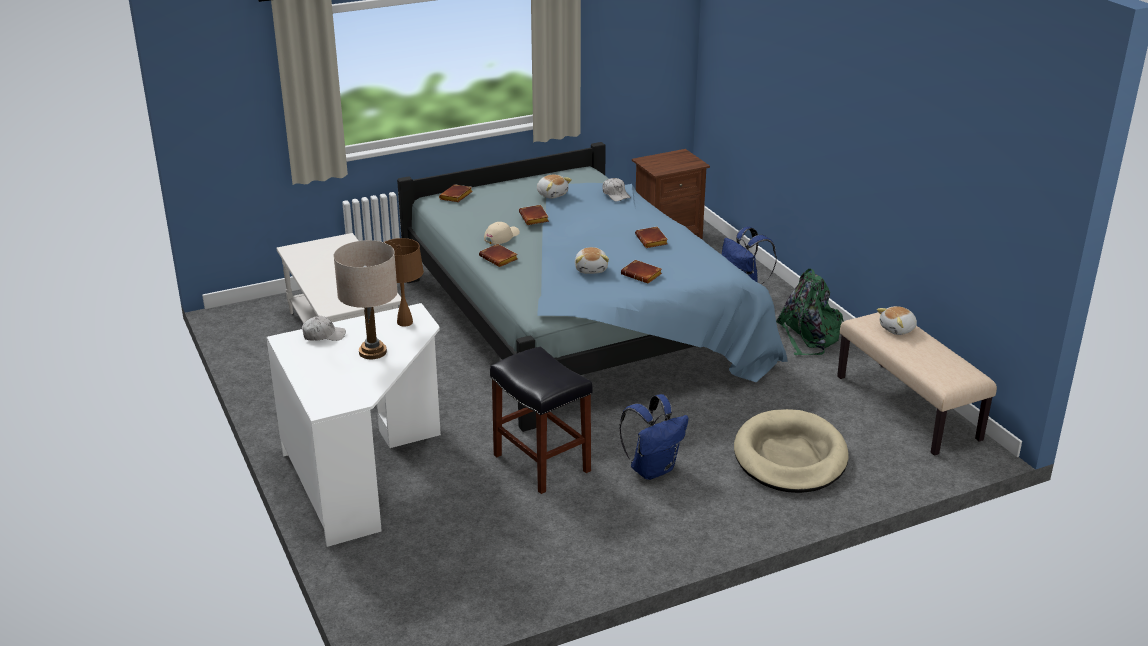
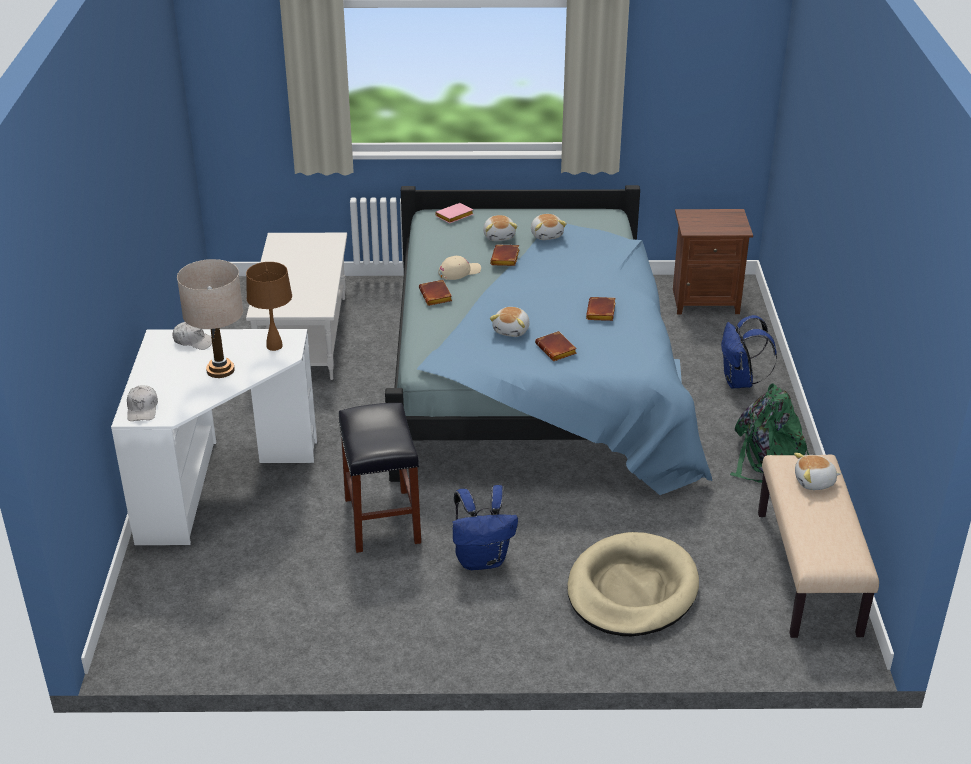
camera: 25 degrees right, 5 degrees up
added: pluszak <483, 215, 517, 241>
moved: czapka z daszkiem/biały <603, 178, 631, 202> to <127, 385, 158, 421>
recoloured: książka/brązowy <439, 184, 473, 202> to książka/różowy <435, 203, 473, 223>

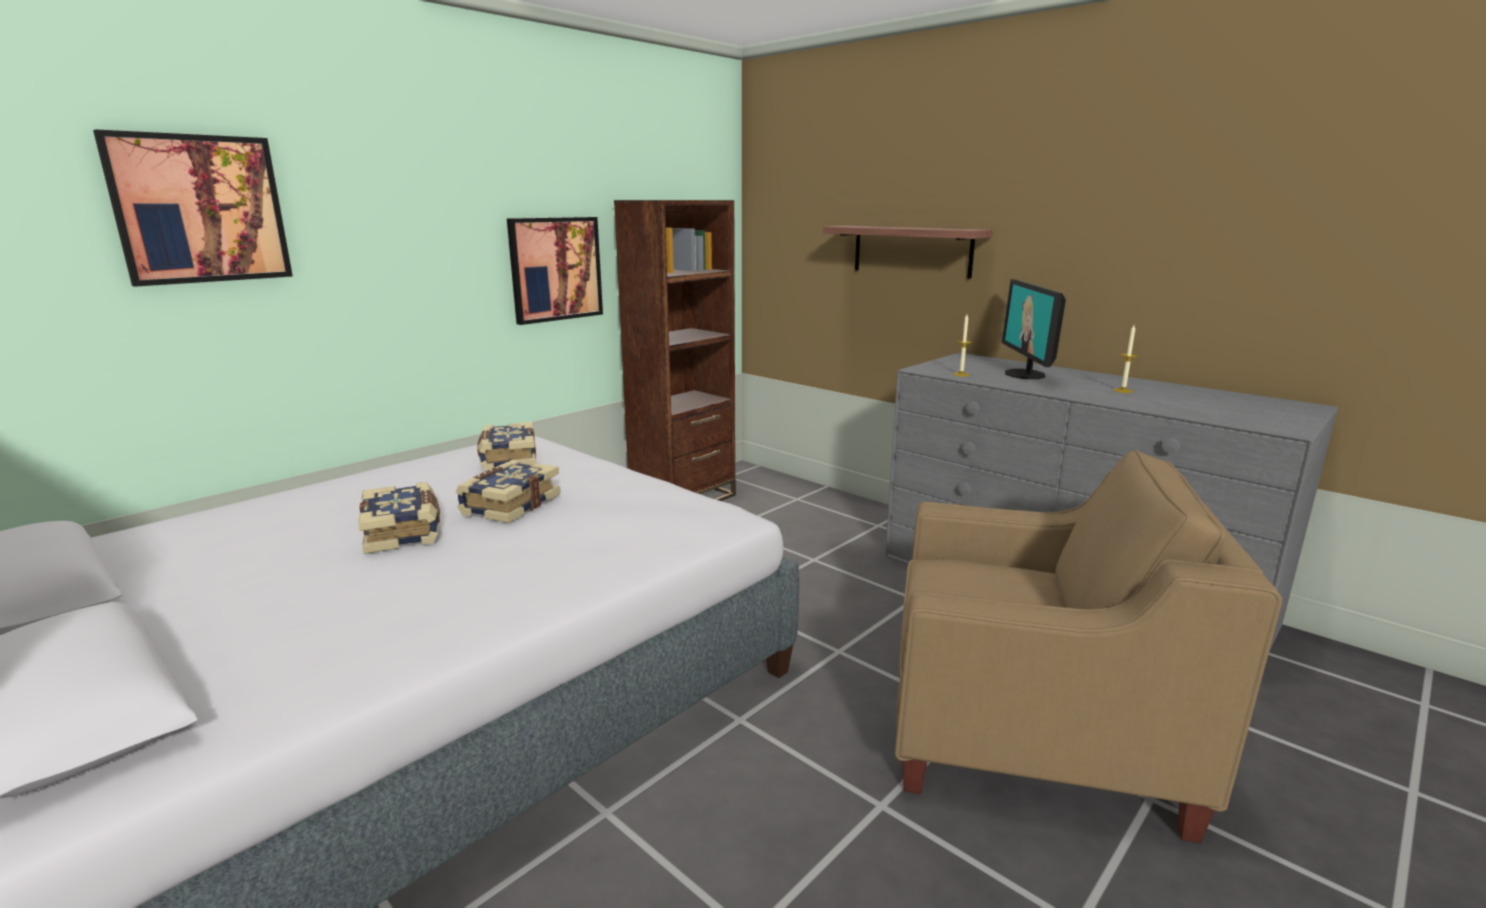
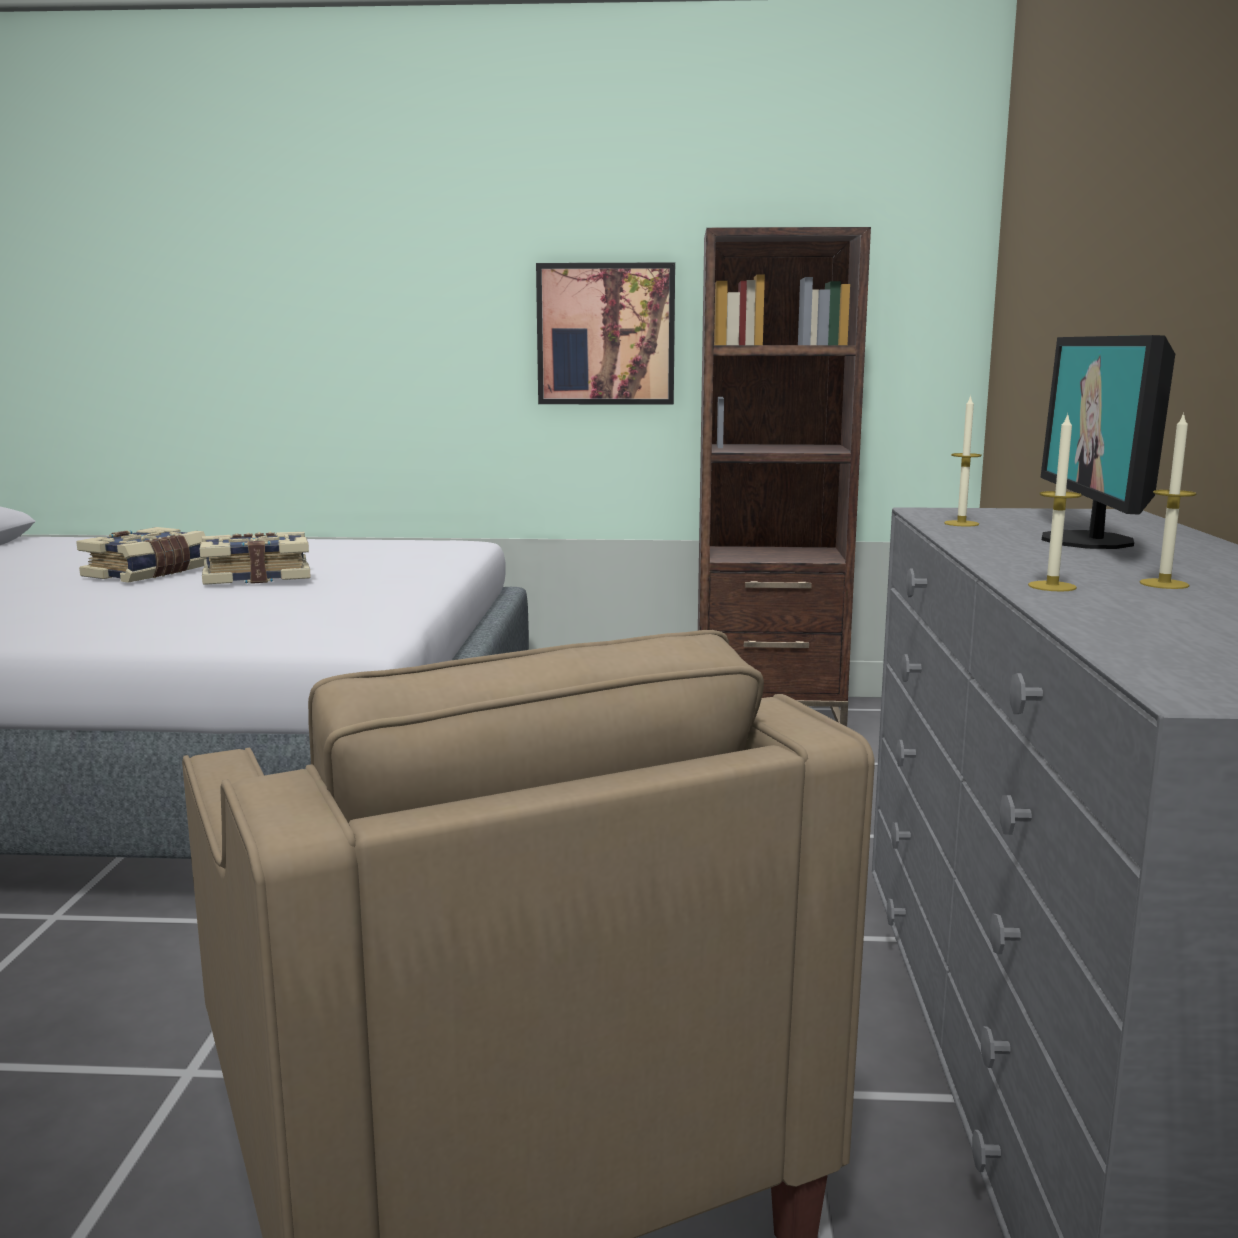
camera: 50 degrees right, 5 degrees down
removed: obraz <93, 129, 293, 287>; książka <477, 422, 536, 470>; półka <823, 226, 993, 279>
added: świeca <1028, 413, 1082, 592>
turned: monitor <1002, 279, 1066, 379> = <1040, 335, 1175, 549> 45 degrees counterclockwise

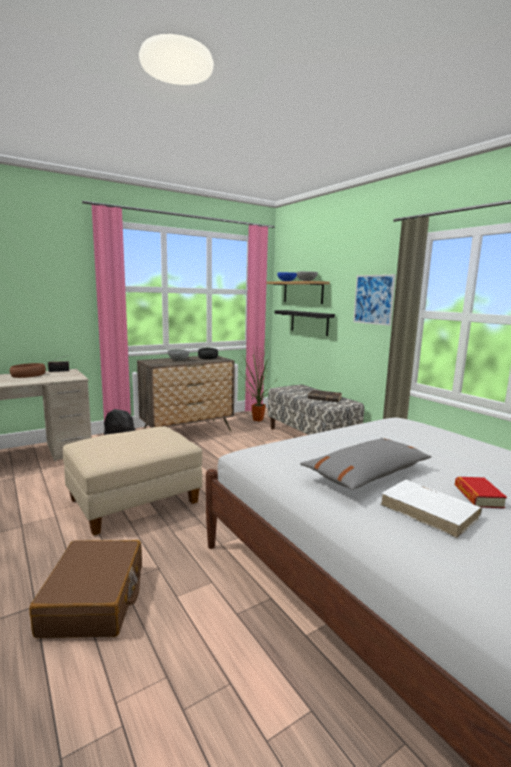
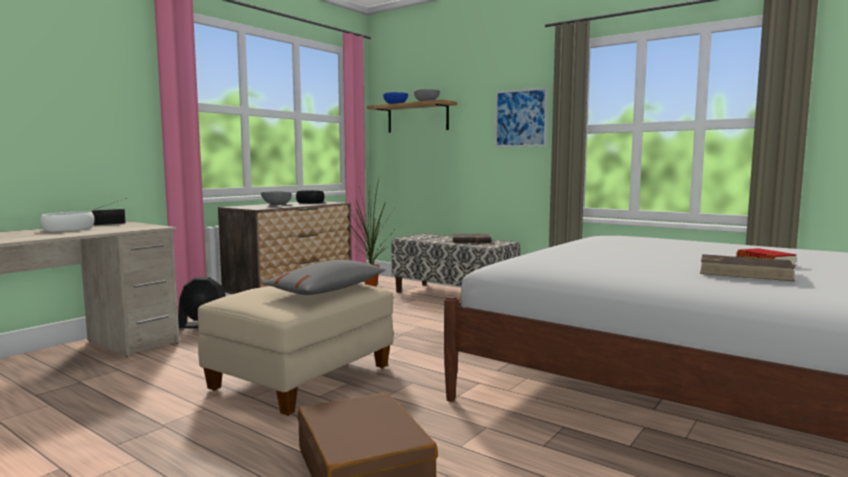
camera: 20 degrees left, 5 degrees down
removed: półka/czarny <274, 310, 335, 336>
moved: poduszka/szary <300, 438, 432, 490> to <261, 260, 385, 295>
recoloured: miska/brązowy <10, 363, 46, 378> to miska/biały <40, 212, 95, 232>; książka/biały <381, 480, 482, 538> to książka/brązowy <700, 254, 796, 281>

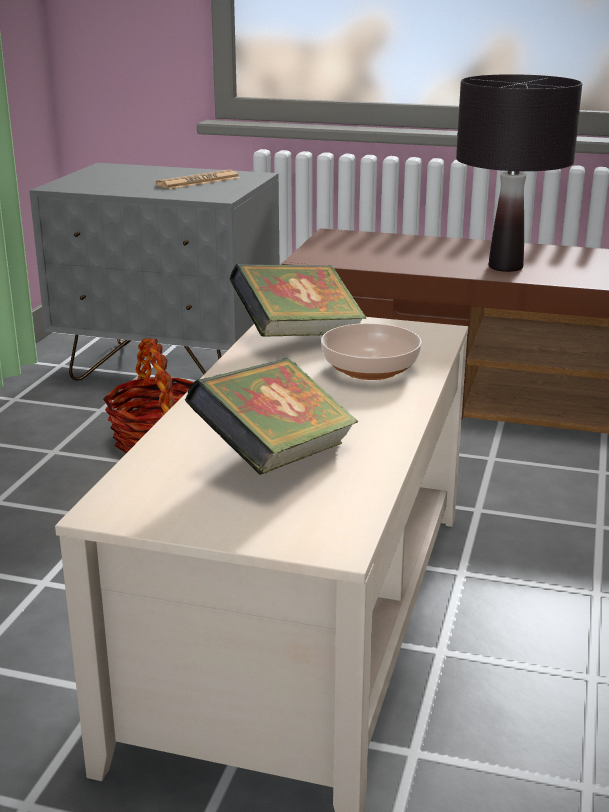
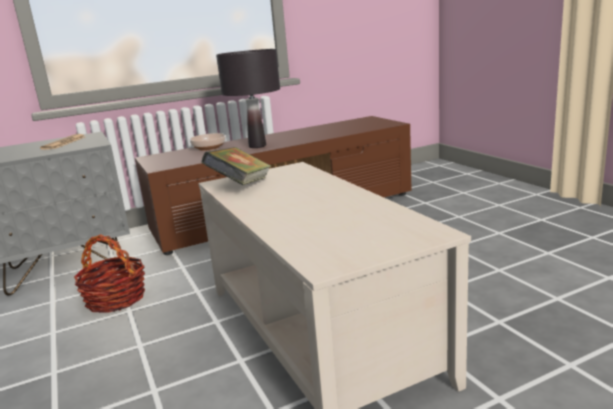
camera: 40 degrees left, 5 degrees down
removed: książka <185, 358, 358, 475>
moved: miska <321, 323, 422, 380> to <189, 133, 226, 151>

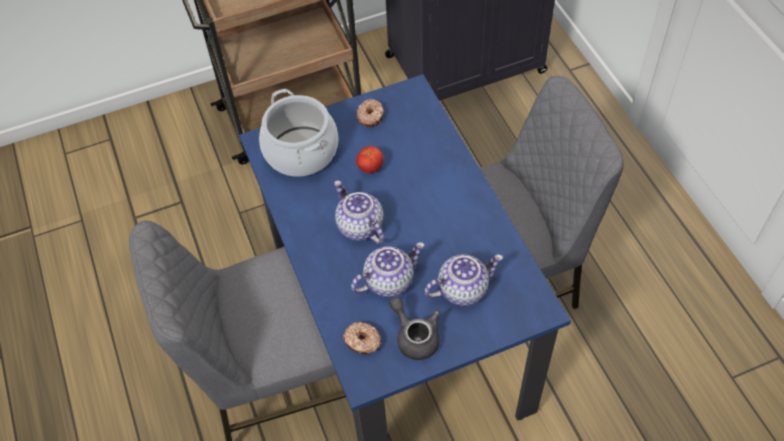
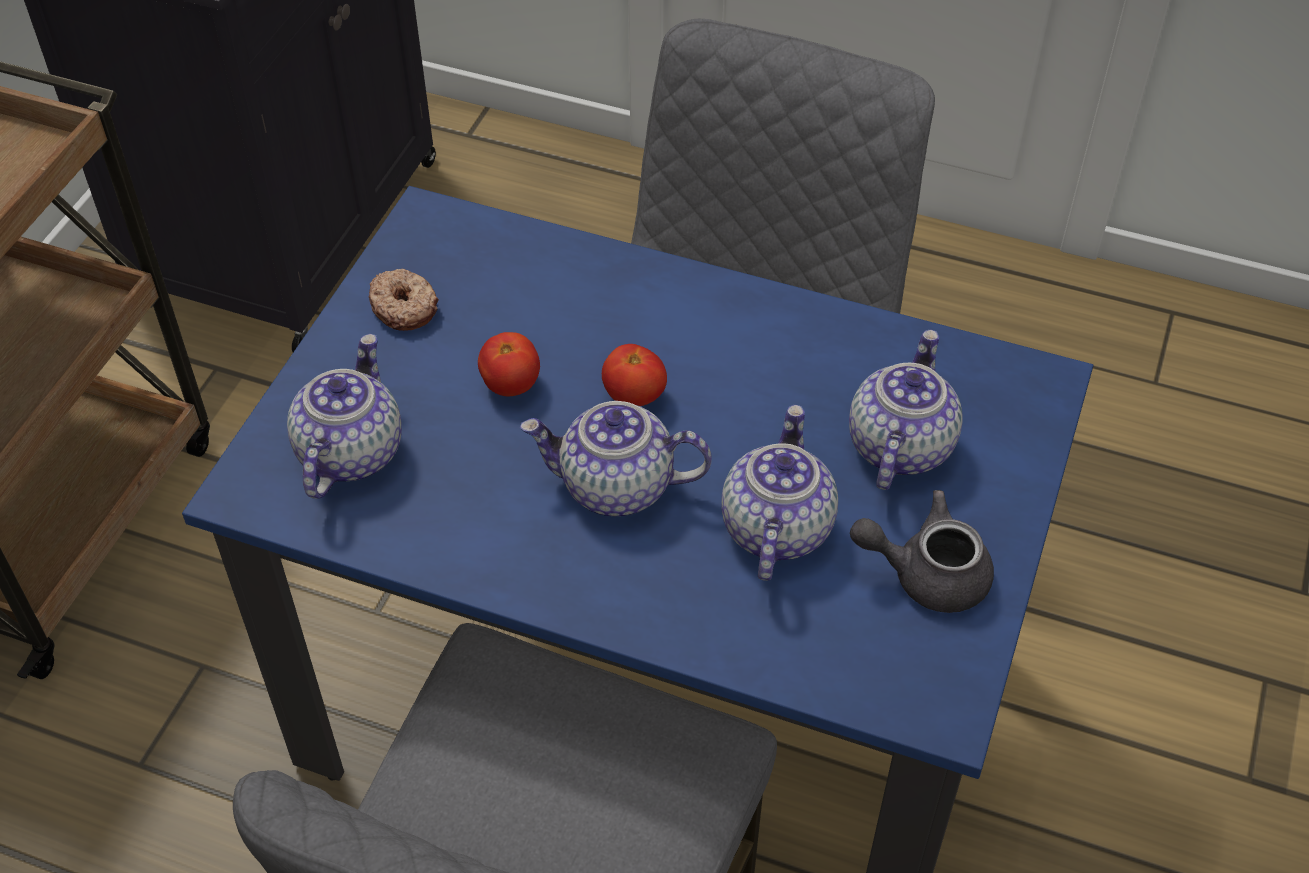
camera: 50 degrees left, 5 degrees down
removed: donut <343, 322, 381, 354>
added: pomidor <602, 344, 667, 406>
replaced: garnek <259, 89, 338, 176> to imbryk <287, 334, 402, 499>

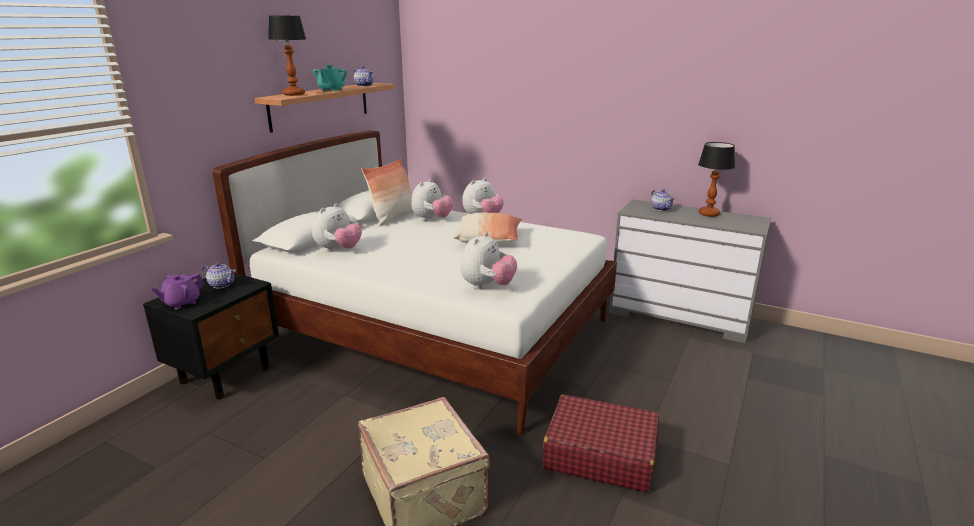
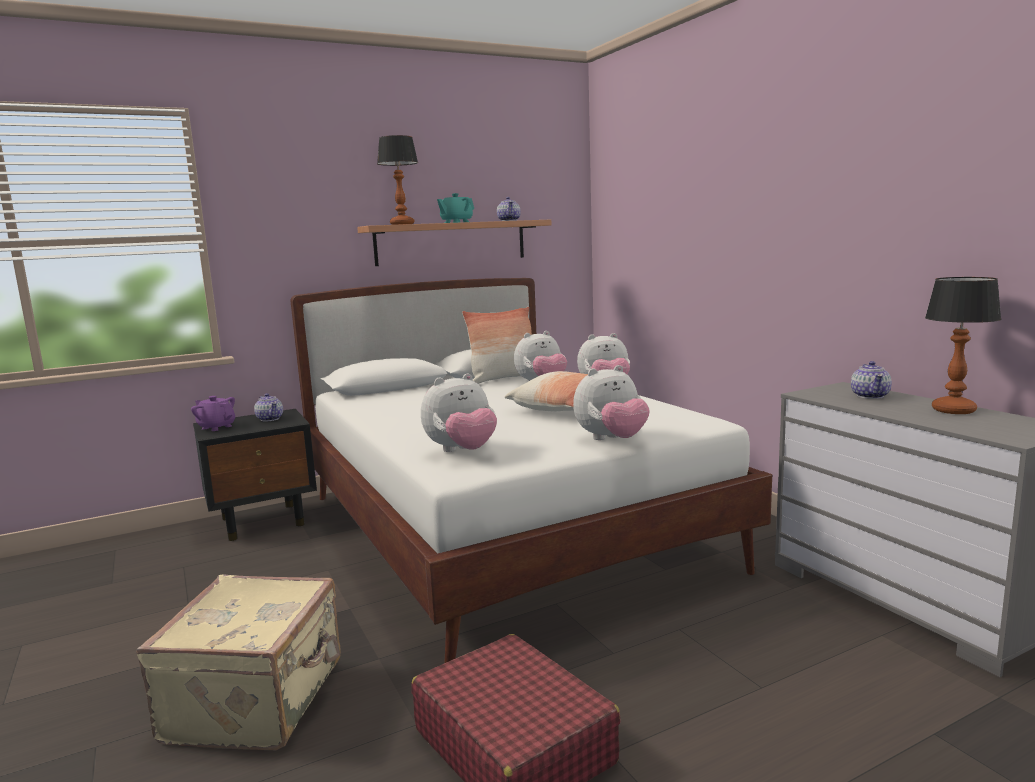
camera: 35 degrees right, 10 degrees down
moved: pluszak <312, 203, 362, 252> to <573, 365, 650, 440>
turned: imbryk/fioletowy <151, 273, 204, 309> = <191, 396, 235, 431> 45 degrees clockwise

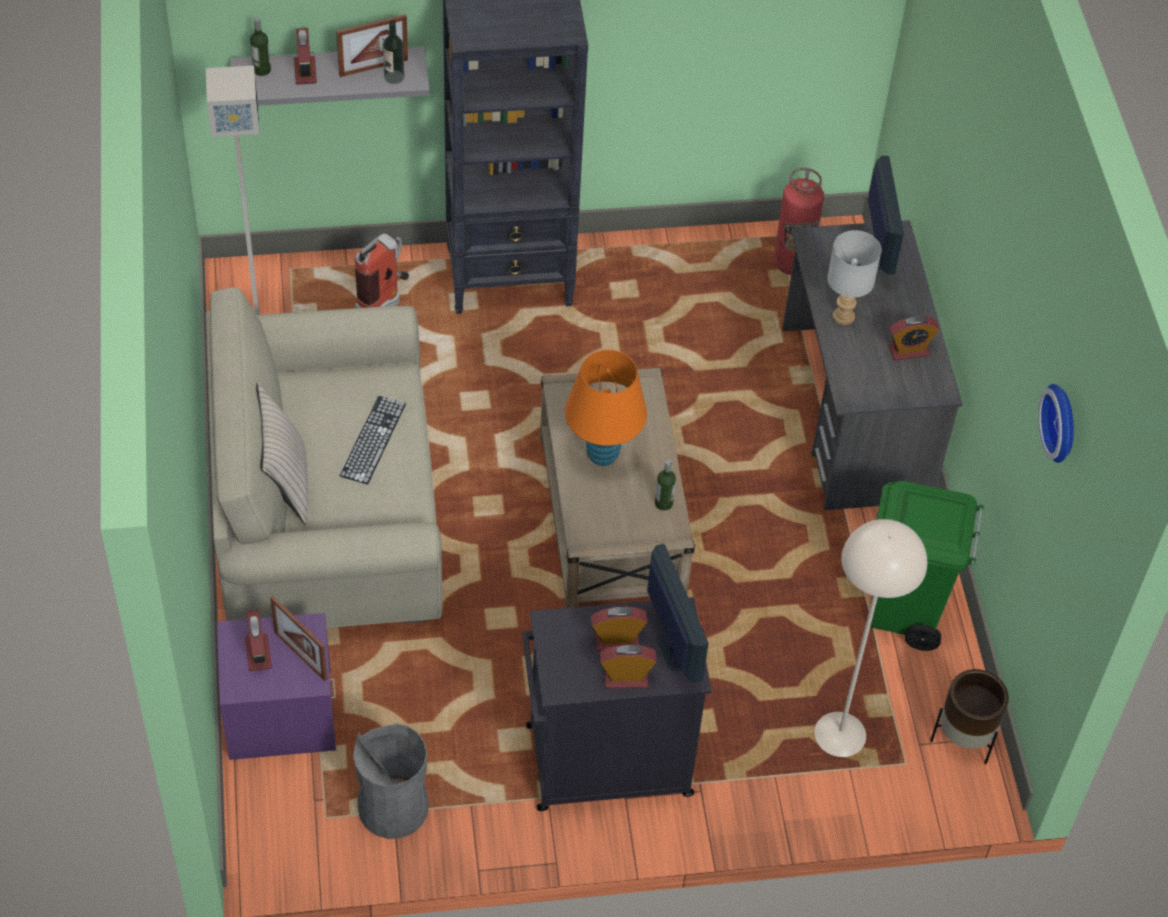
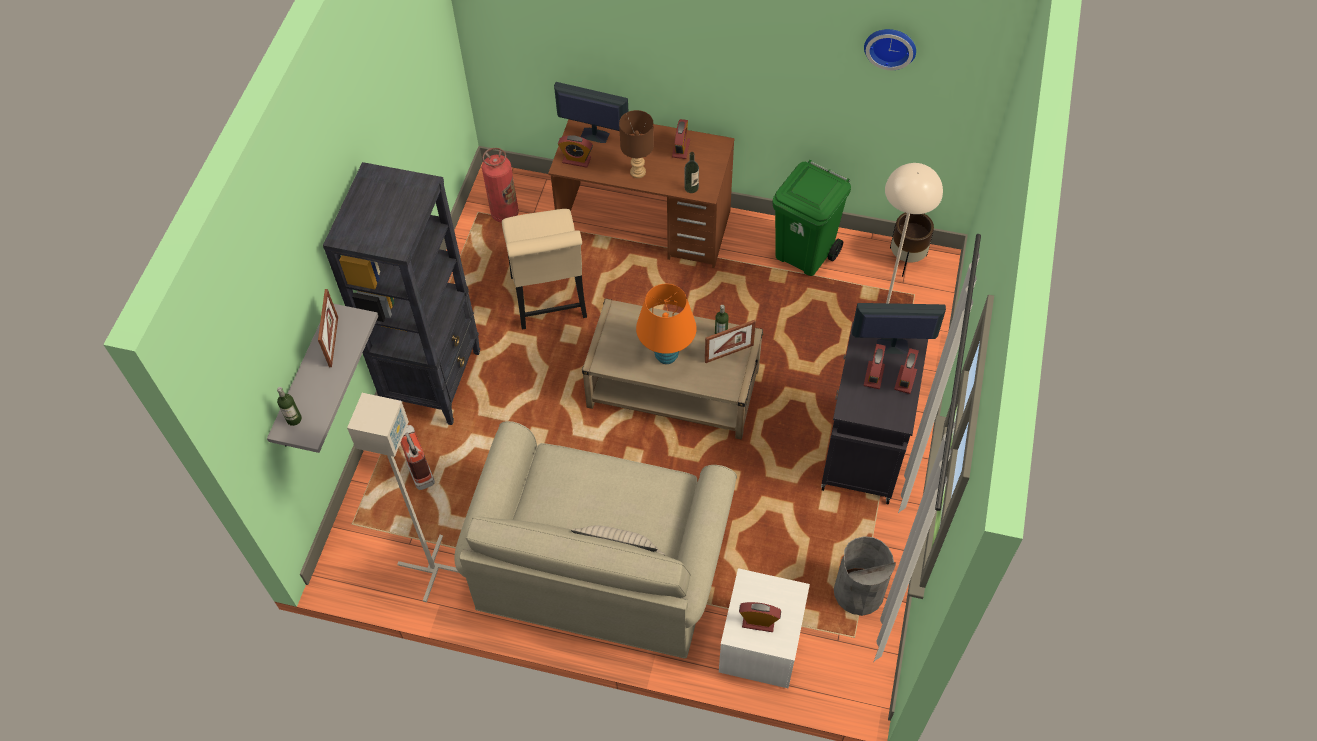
camera: 65 degrees left, 5 degrees up
removed: klawiatura <340, 396, 406, 484>
added: krzesło/beżowy <502, 209, 587, 329>
moved: ramka na zdjęcie <270, 596, 327, 681> to <705, 320, 756, 363>; budzik <294, 28, 317, 85> to <558, 135, 593, 168>; butelka <383, 20, 404, 84> to <684, 152, 699, 193>
recoloured: szafka nocna/fioletowy <217, 613, 336, 760> to szafka nocna/biały <719, 568, 810, 688>; biurko/szary <782, 220, 962, 510> to biurko/brązowy <548, 119, 735, 268>; lampa stołowa/szary <827, 230, 881, 325> to lampa stołowa/brązowy <619, 110, 654, 178>

